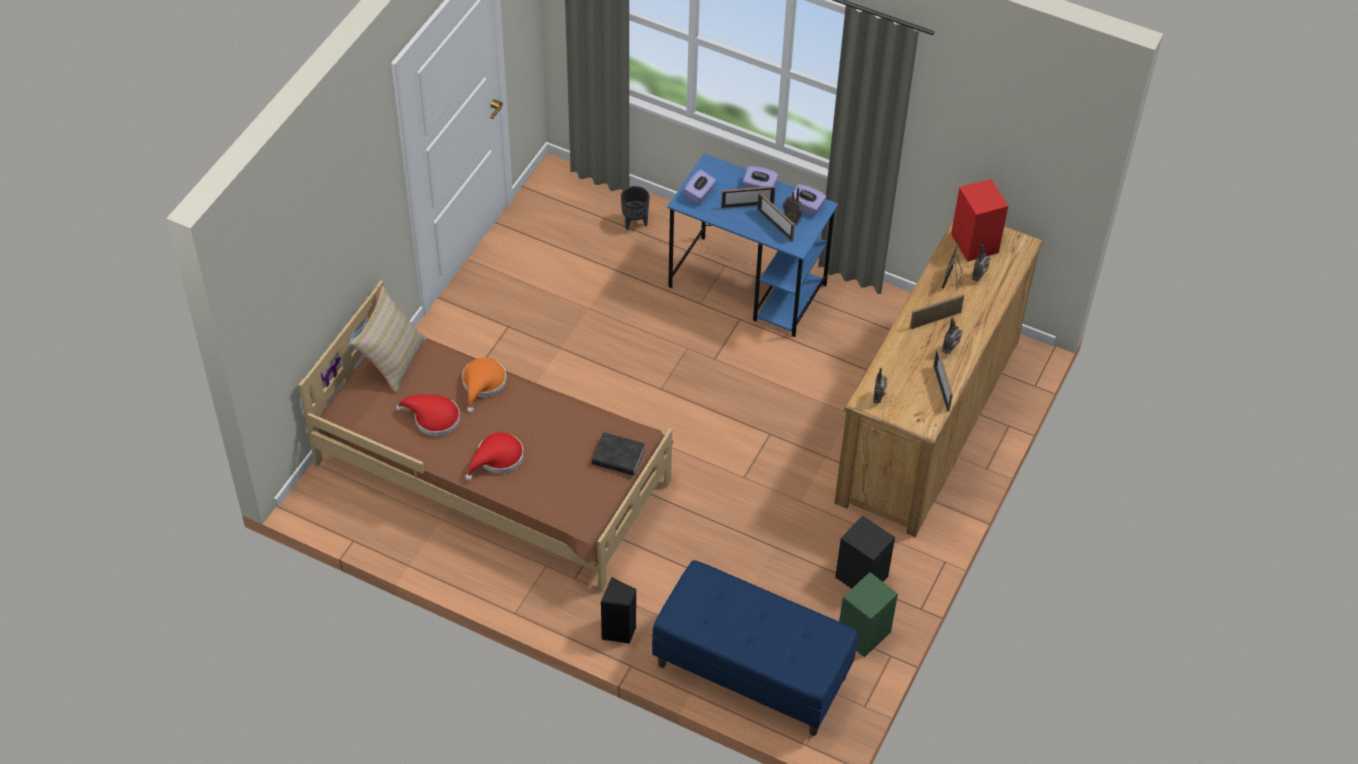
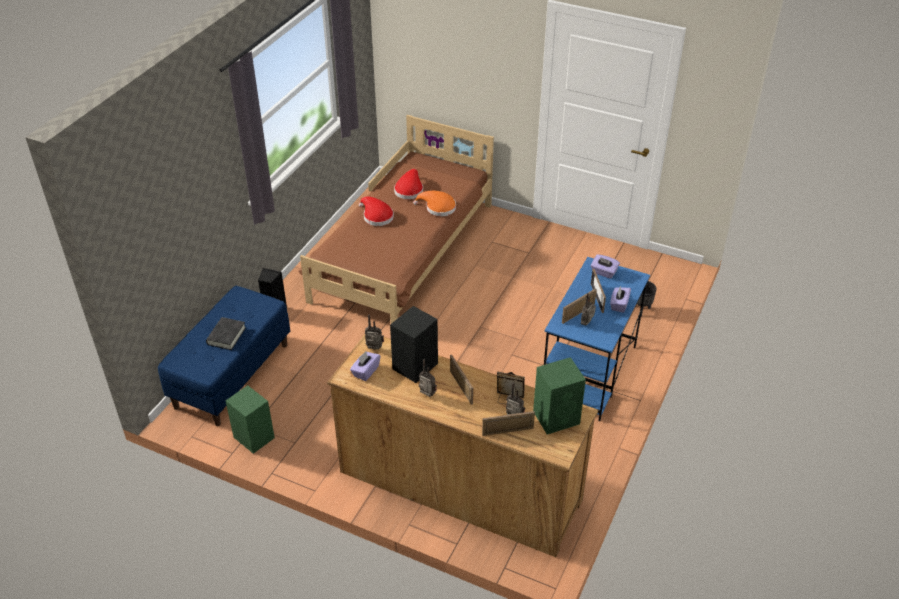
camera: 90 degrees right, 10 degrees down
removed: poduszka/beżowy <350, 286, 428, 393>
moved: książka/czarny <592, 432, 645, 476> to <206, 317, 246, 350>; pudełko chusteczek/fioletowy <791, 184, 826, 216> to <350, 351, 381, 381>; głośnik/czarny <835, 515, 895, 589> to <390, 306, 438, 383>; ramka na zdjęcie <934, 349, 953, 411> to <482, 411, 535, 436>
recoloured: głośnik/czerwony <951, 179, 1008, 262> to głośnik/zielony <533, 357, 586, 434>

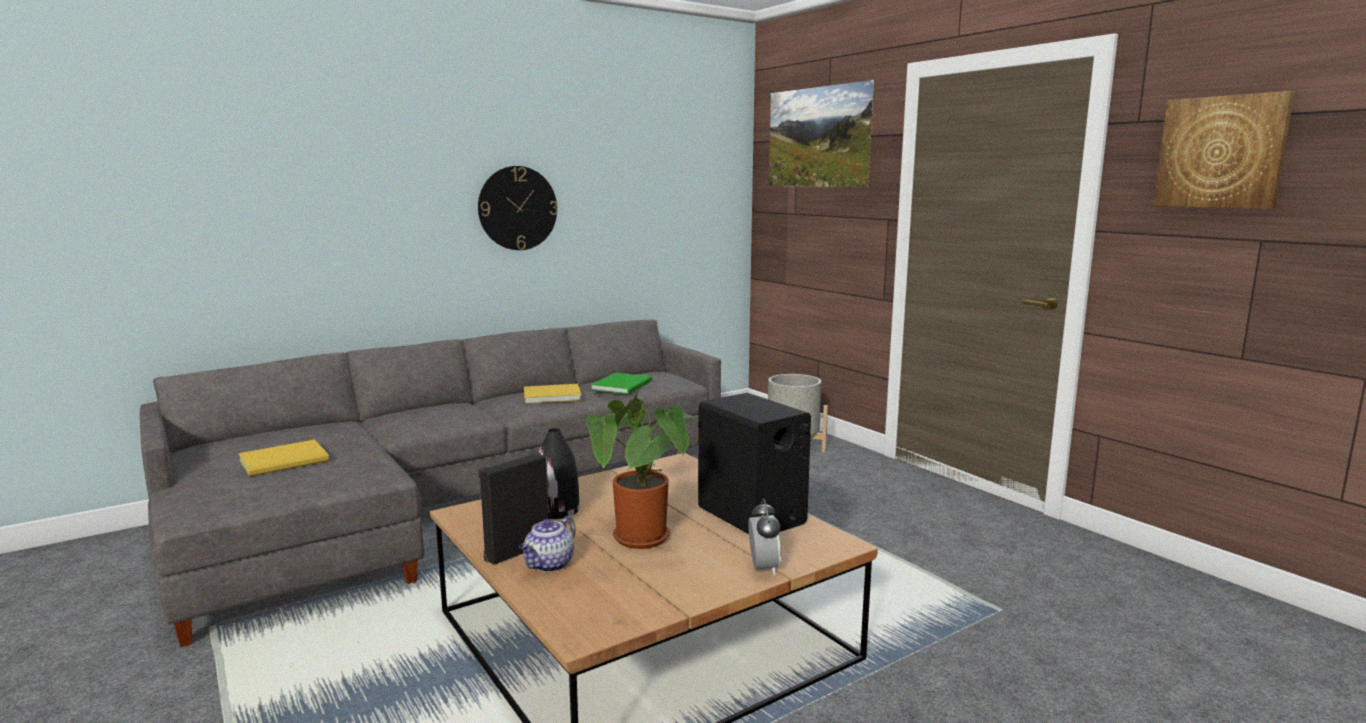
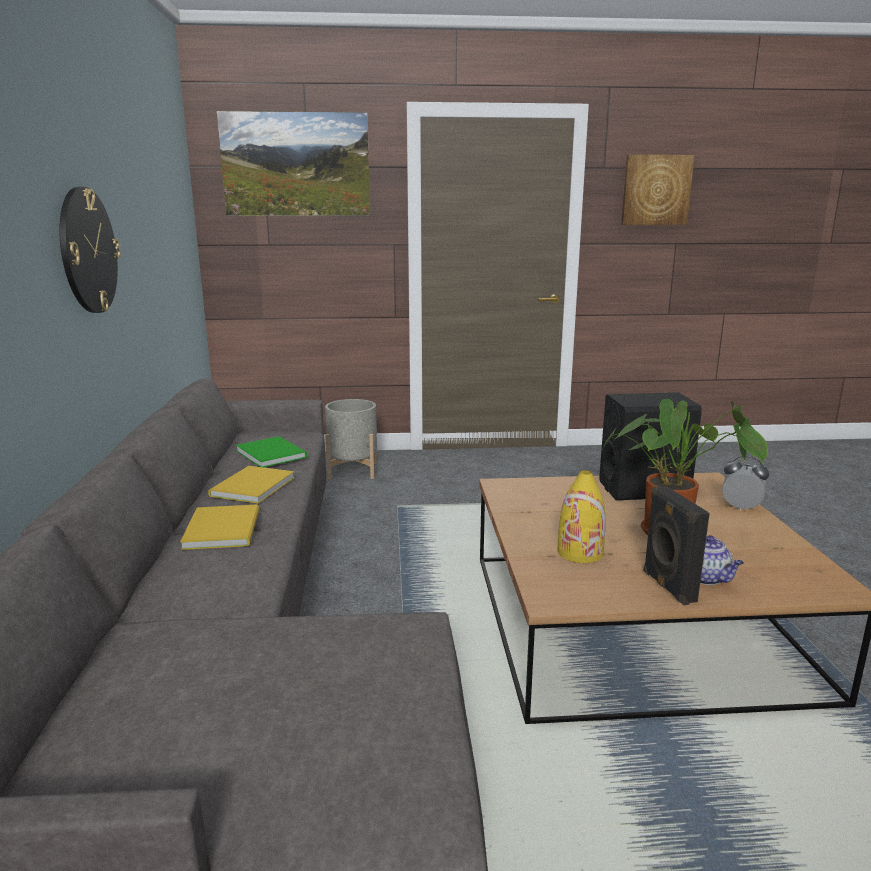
camera: 60 degrees left, 5 degrees up
moved: książka/żółty <239, 439, 329, 477> to <180, 504, 259, 550>
recoloured: wazon/czarny <539, 428, 579, 519> to wazon/żółty <558, 470, 606, 563>

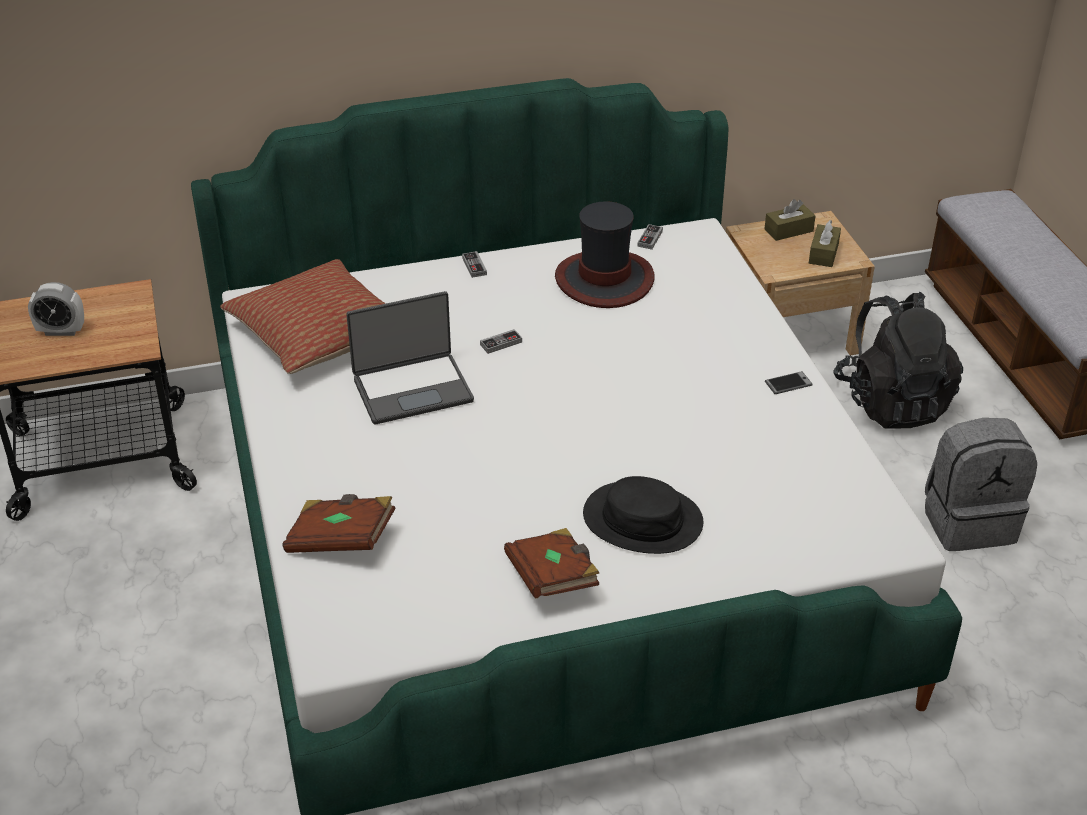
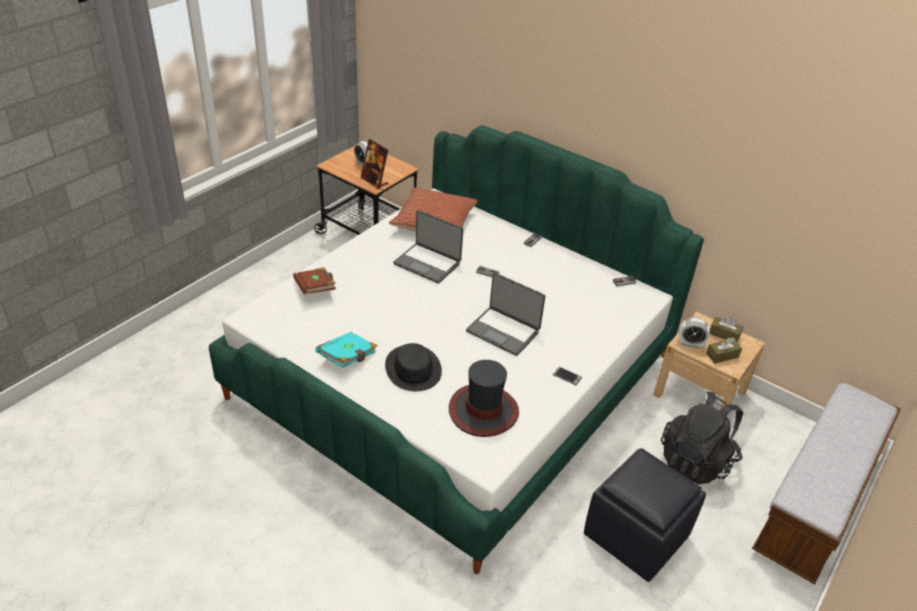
camera: 50 degrees right, 0 degrees up
added: ramka na zdjęcie <361, 139, 388, 189>; laptop <466, 272, 546, 356>; budzik <679, 317, 710, 348>
moved: kapelusz <555, 201, 655, 308> to <449, 360, 519, 437>
replaced: plecak/szary <925, 418, 1037, 551> to pufa/czarny <584, 448, 706, 582>
recoloured: książka/brązowy <504, 528, 599, 599> to książka/turkusowy <315, 332, 378, 368>

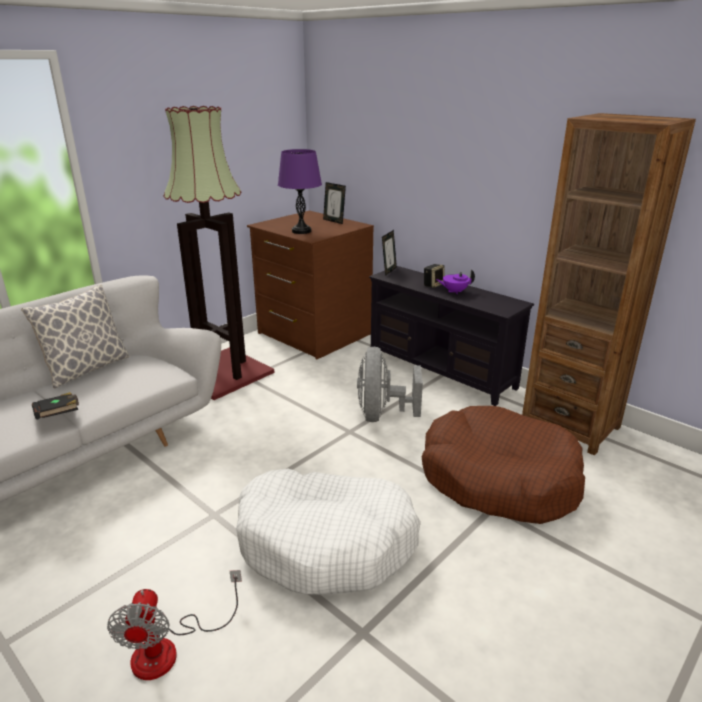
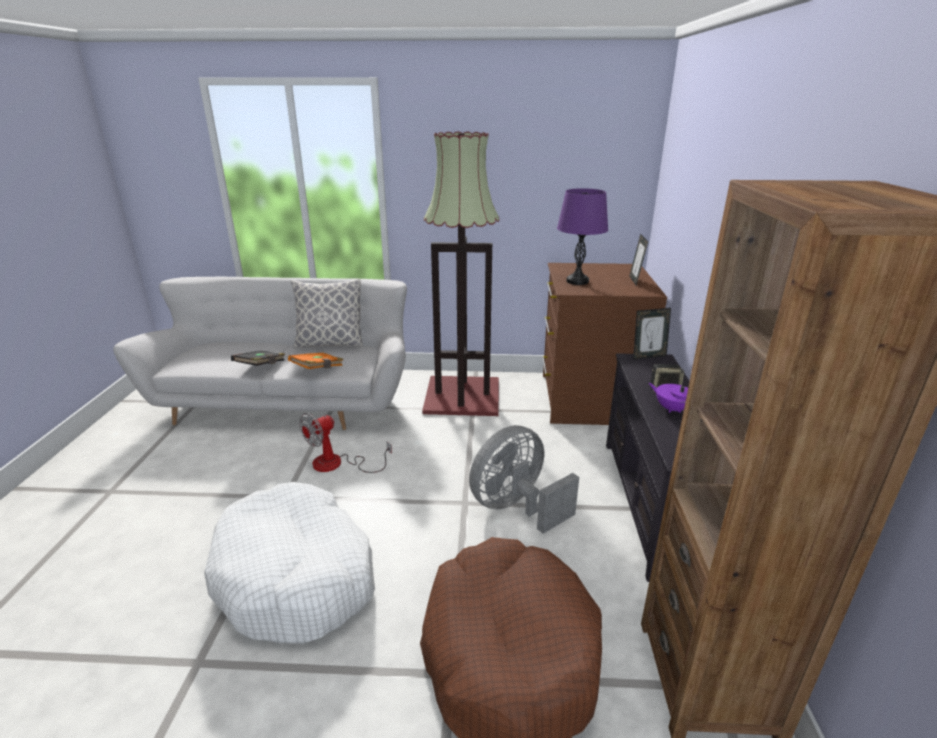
camera: 50 degrees right, 0 degrees up
added: książka/pomarańczowy <288, 353, 344, 369>
moved: wentylator <107, 570, 242, 680> to <299, 413, 392, 473>

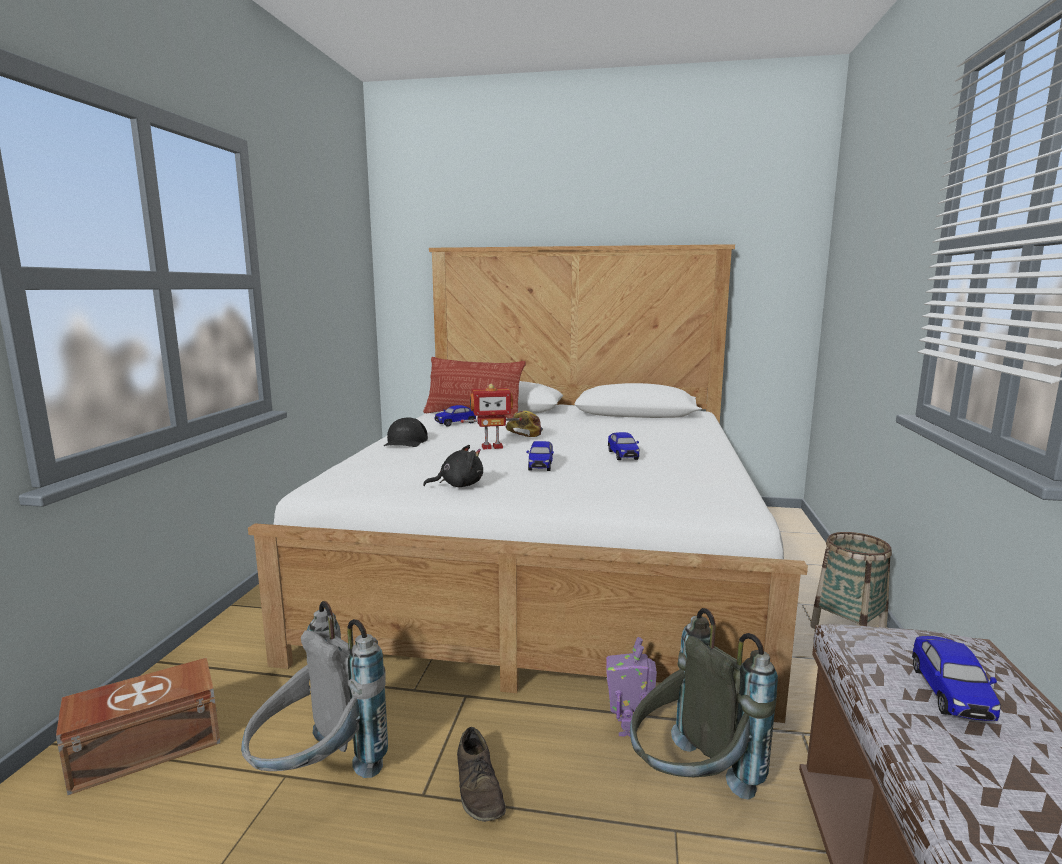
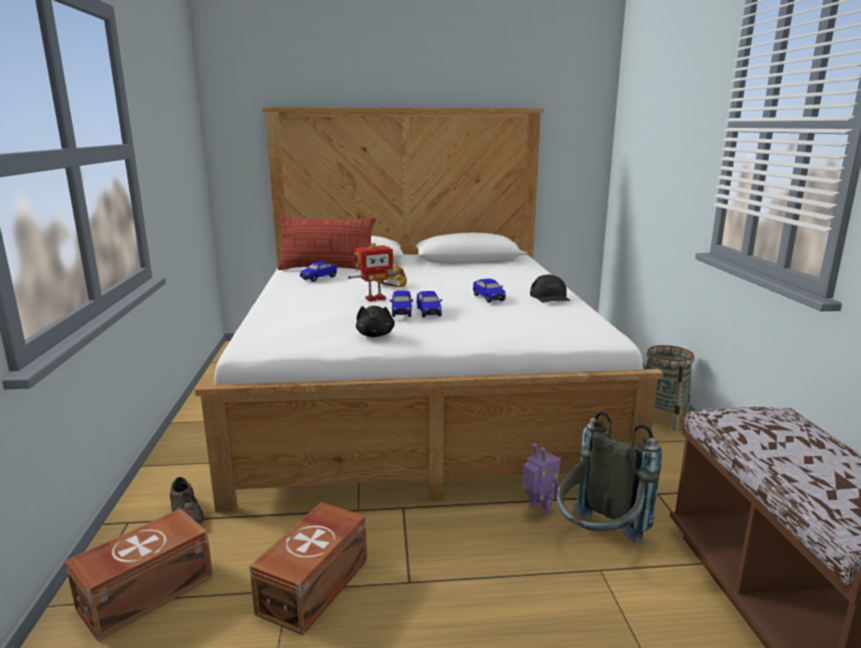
camera: 15 degrees left, 5 degrees up
moved: czapka z daszkiem/czarny <384, 418, 428, 447> to <530, 275, 571, 302>; but/brązowy <457, 727, 506, 822> to <170, 477, 205, 524>; samochodzik <912, 636, 1001, 721> to <390, 291, 413, 317>
replaced: plecak/szary <241, 601, 388, 778> to pojemnik do przechowywania/brązowy <249, 502, 367, 635>
turned: pluszak/czarny <423, 445, 483, 488> = <356, 306, 395, 337> 120 degrees clockwise; robot zabawkowy <606, 637, 657, 737> = <523, 443, 561, 517> 150 degrees clockwise

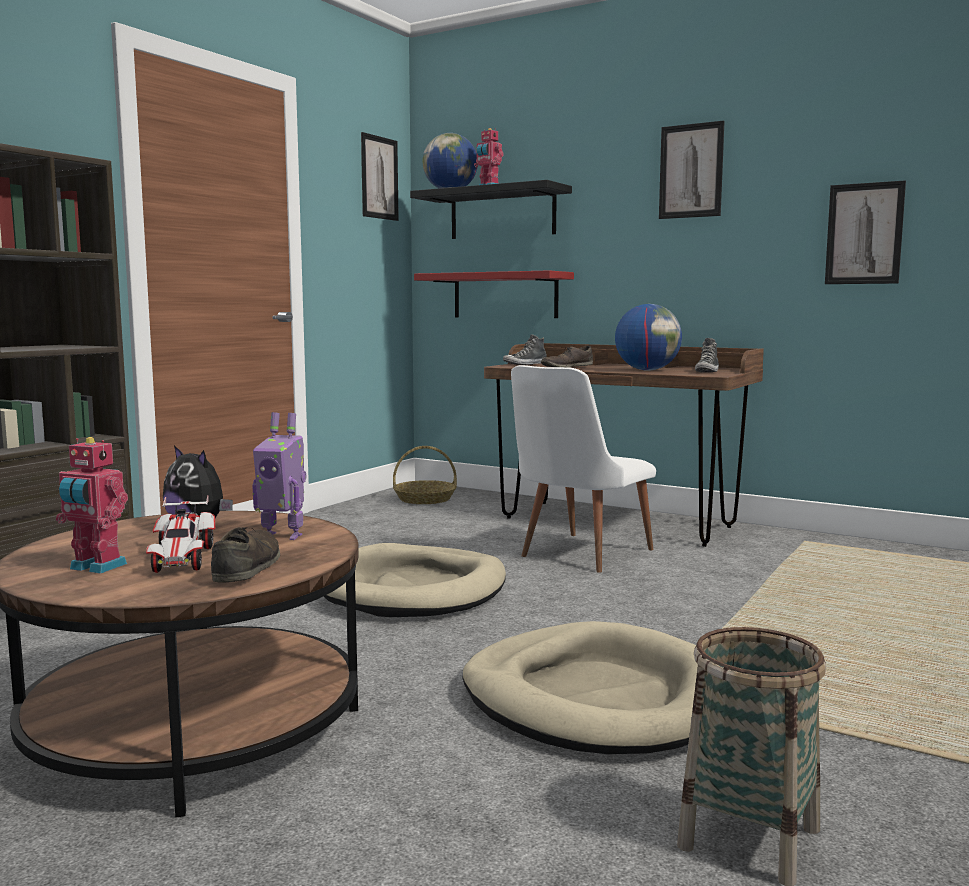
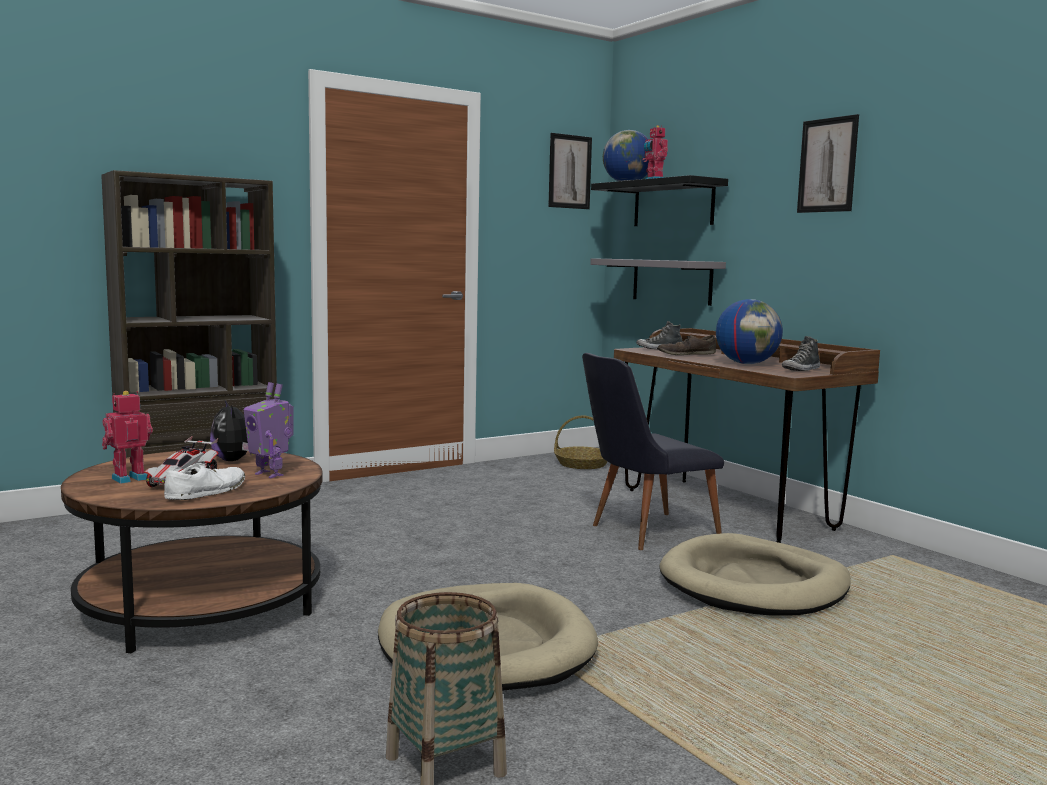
camera: 25 degrees right, 0 degrees up
removed: obraz <825, 180, 906, 284>
moved: legowisko/beżowy <323, 543, 506, 617> to <660, 533, 851, 616>
recoloured: but/brązowy <211, 527, 280, 583> to but/biały <164, 463, 245, 500>; półka/czerwony <414, 270, 574, 318> to półka/szary <590, 258, 726, 306>; krzesło/biały <511, 365, 656, 573> to krzesło/czarny <582, 353, 724, 550>
turned: robot zabawkowy <56, 437, 128, 574> = <102, 391, 153, 484> 90 degrees clockwise

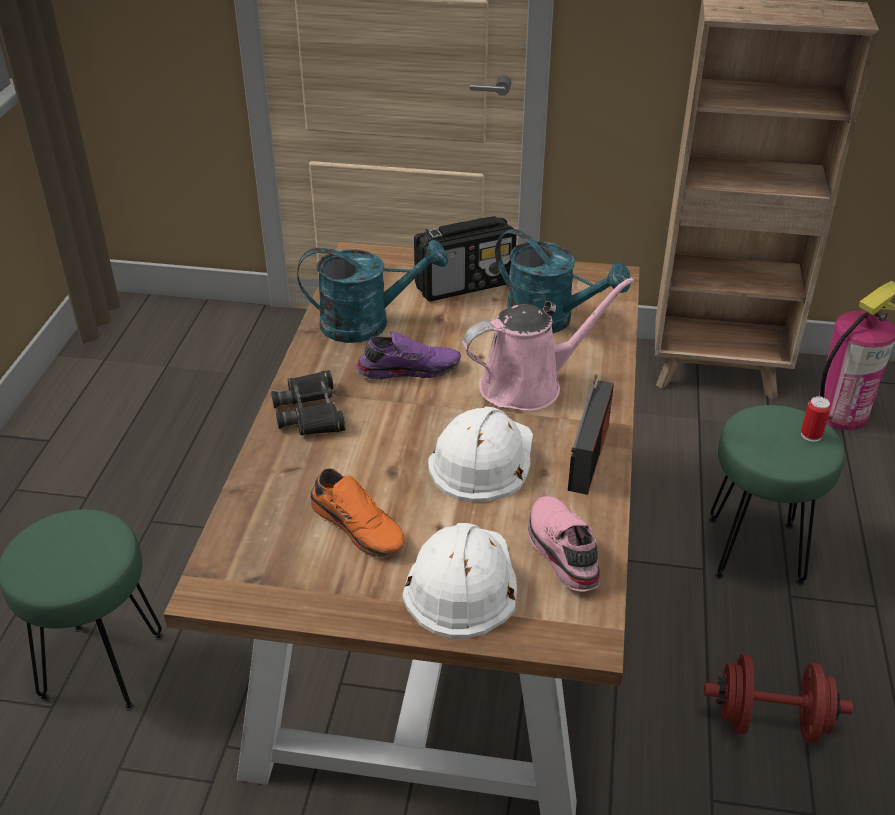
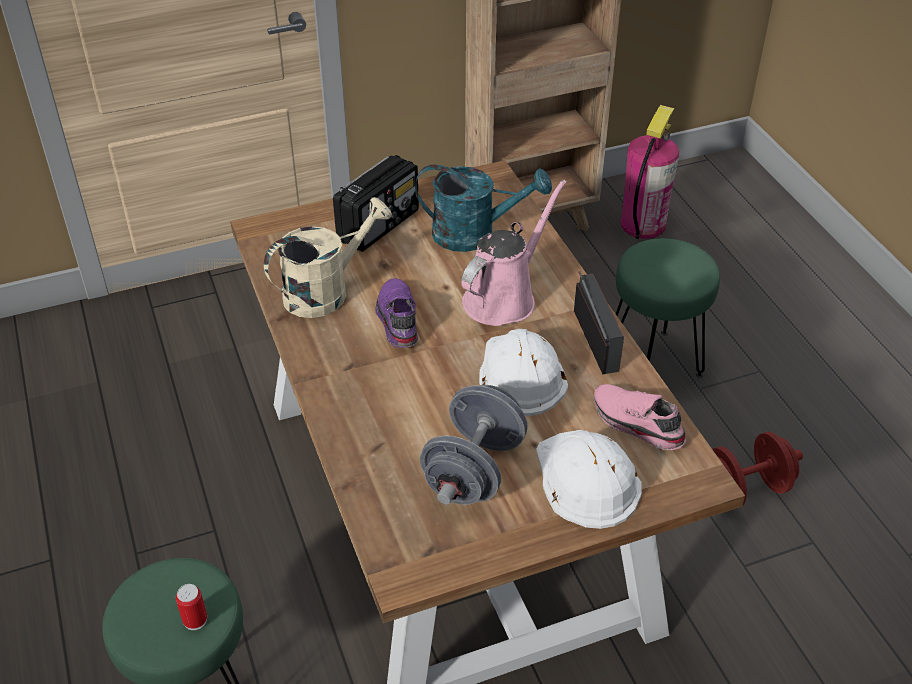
camera: 30 degrees left, 5 degrees up
removed: lornetka/czarny <271, 370, 346, 435>
moved: puszka <801, 396, 831, 442> to <176, 584, 207, 630>
replaced: but/pomarańczowy <310, 468, 405, 557> to hantel/szary <420, 385, 528, 505>
recoloured: konewka/turkusowy <297, 240, 448, 343> to konewka/beżowy <264, 197, 392, 318>
turned: but/fioletowy <356, 331, 461, 380> = <376, 278, 418, 348> 60 degrees counterclockwise

